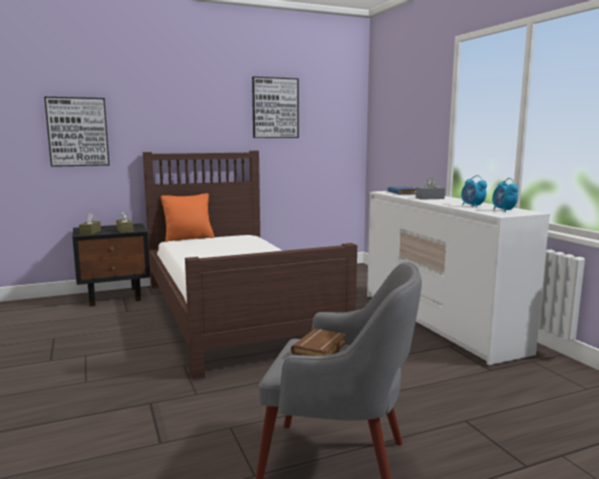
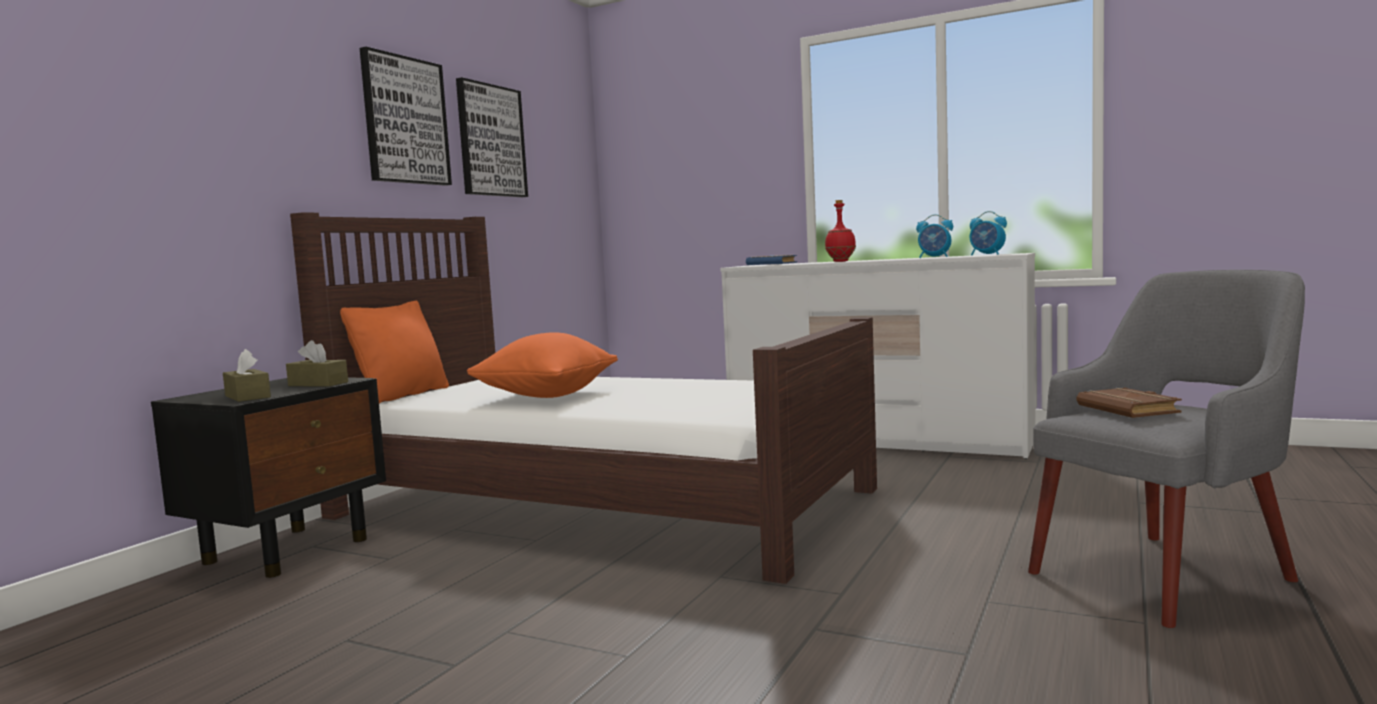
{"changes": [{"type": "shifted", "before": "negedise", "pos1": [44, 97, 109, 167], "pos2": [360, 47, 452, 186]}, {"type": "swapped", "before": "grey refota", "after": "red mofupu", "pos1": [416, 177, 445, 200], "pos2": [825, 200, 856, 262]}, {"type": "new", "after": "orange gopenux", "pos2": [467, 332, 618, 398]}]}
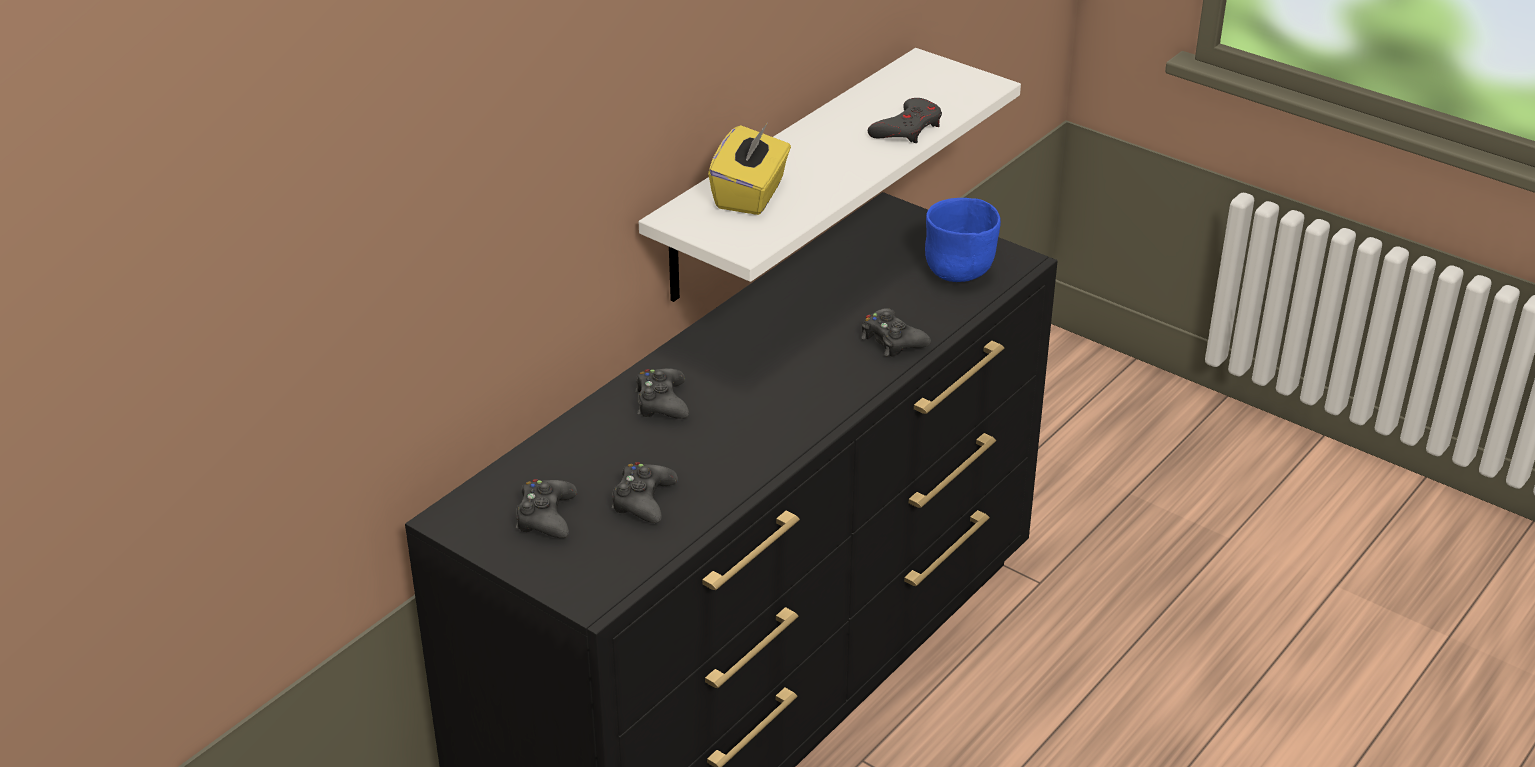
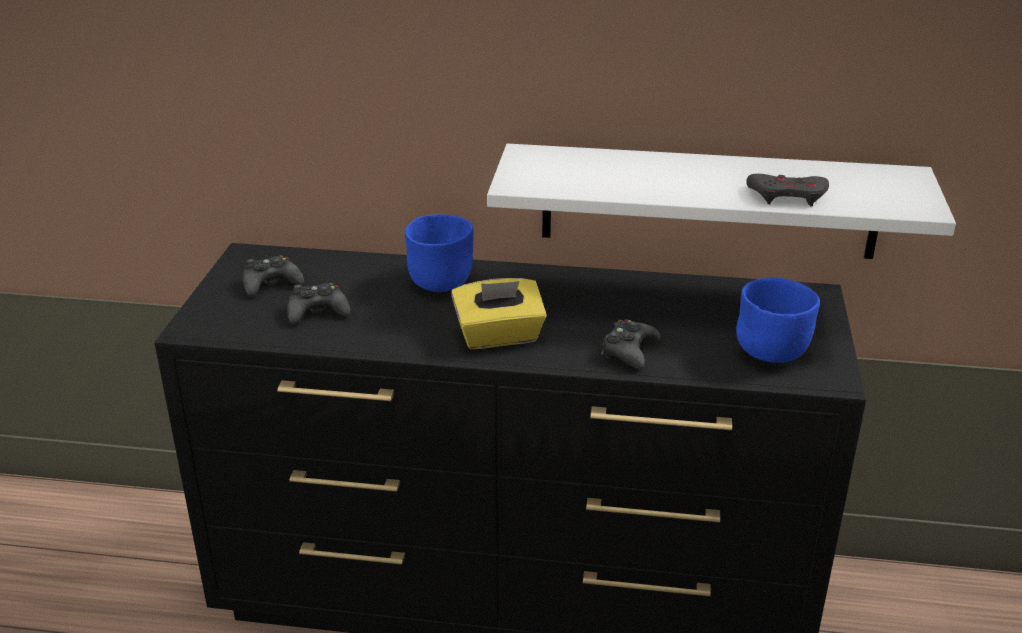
{"changes": [{"type": "shifted", "before": "yellow refota", "pos1": [708, 124, 791, 215], "pos2": [451, 278, 547, 349]}, {"type": "swapped", "before": "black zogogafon", "after": "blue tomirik", "pos1": [635, 368, 689, 419], "pos2": [405, 214, 474, 292]}]}
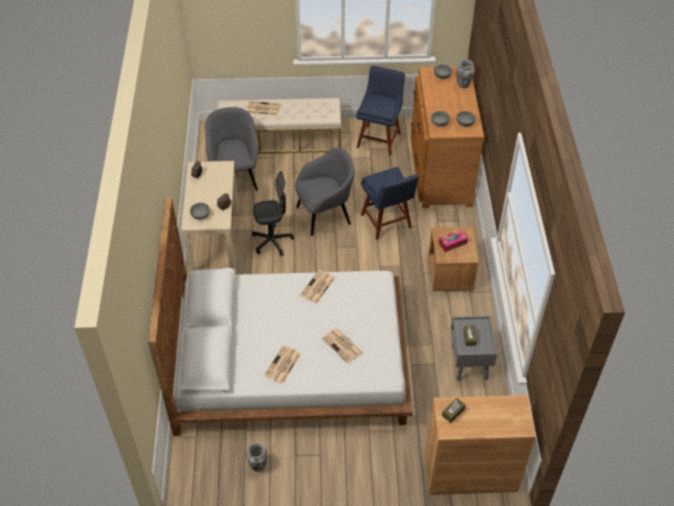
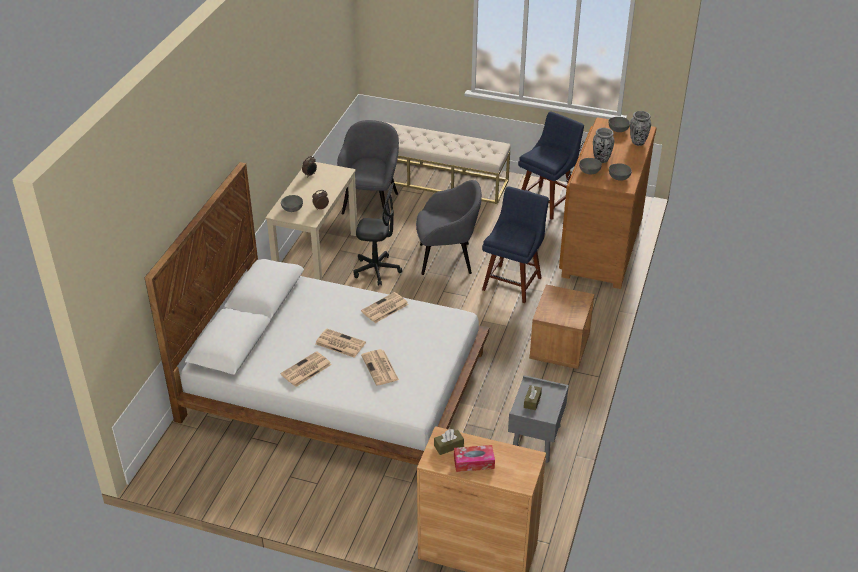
{"changes": [{"type": "shifted", "before": "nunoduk", "pos1": [247, 101, 280, 115], "pos2": [315, 329, 366, 358]}, {"type": "rotated", "before": "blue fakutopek", "pos1": [361, 167, 419, 239], "pos2": [482, 187, 549, 303], "turn": -150}, {"type": "shifted", "before": "refota", "pos1": [439, 229, 468, 252], "pos2": [454, 445, 495, 472]}, {"type": "shifted", "before": "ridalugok", "pos1": [246, 443, 268, 471], "pos2": [593, 128, 614, 163]}]}
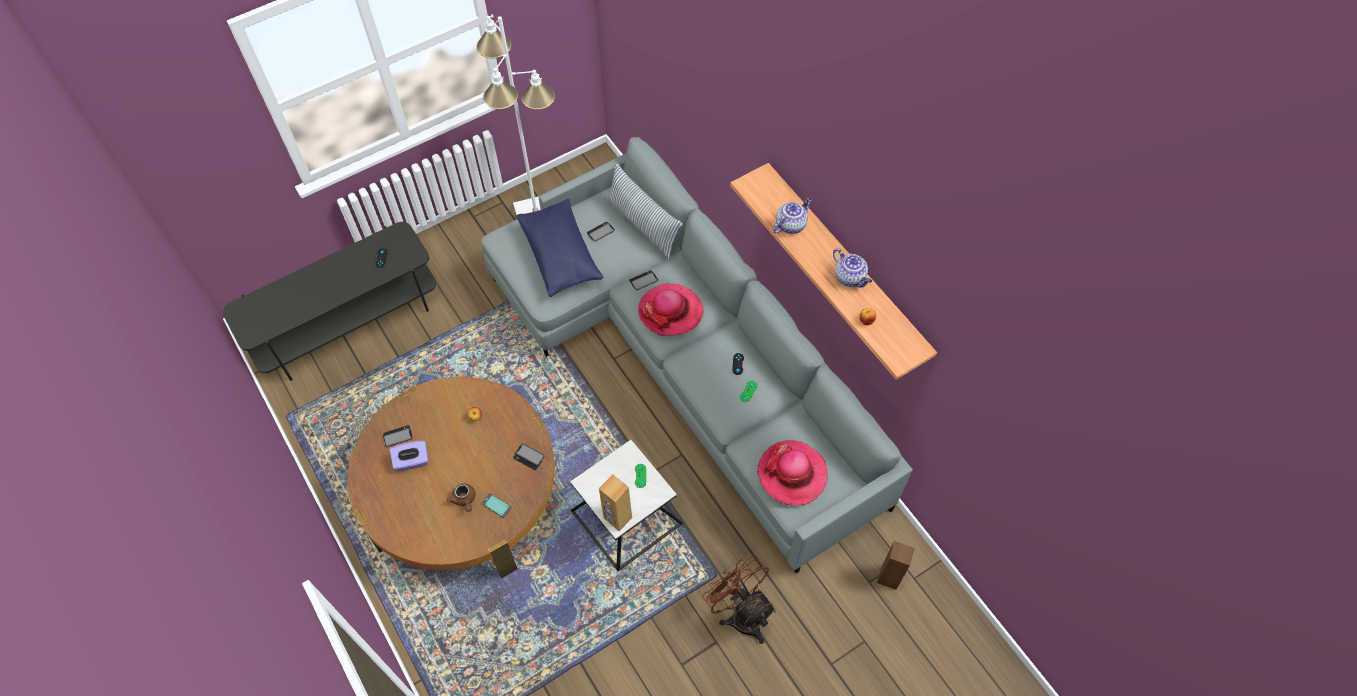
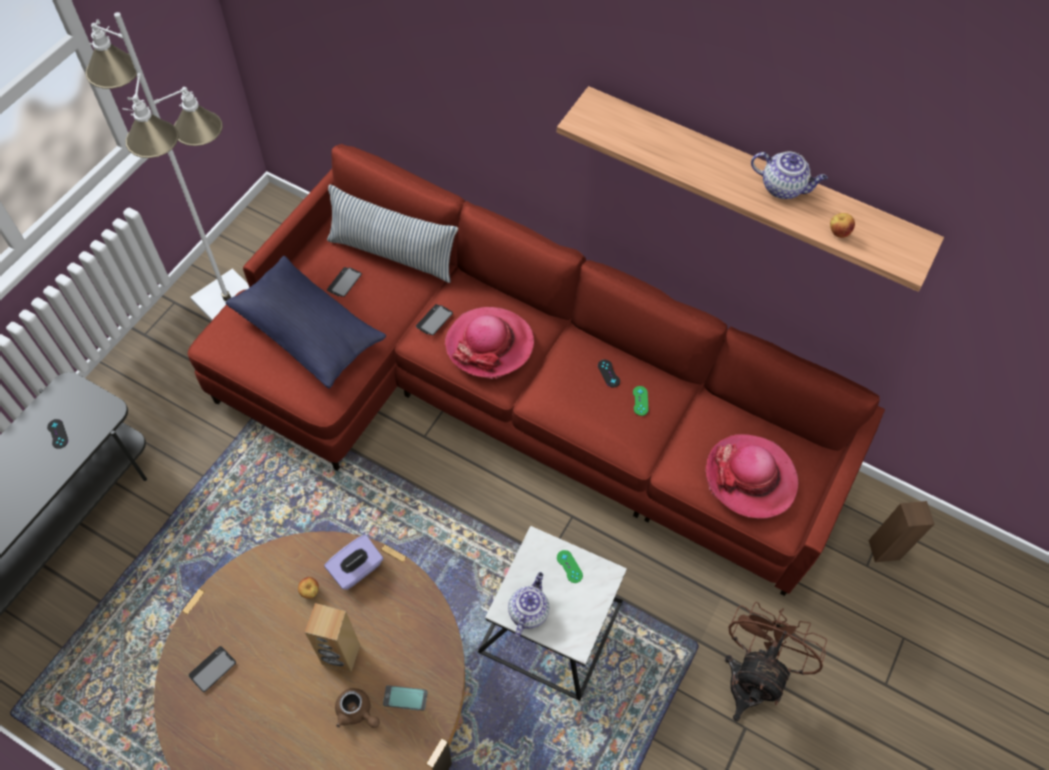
{"changes": [{"type": "repainted", "before": "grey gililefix", "after": "red gililefix", "pos1": [481, 137, 913, 574], "pos2": [188, 144, 885, 596]}, {"type": "shifted", "before": "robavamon", "pos1": [773, 197, 812, 234], "pos2": [508, 572, 549, 638]}, {"type": "shifted", "before": "purple refota", "pos1": [390, 441, 428, 471], "pos2": [324, 534, 383, 590]}, {"type": "gone", "before": "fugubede", "pos1": [513, 444, 544, 470]}, {"type": "shifted", "before": "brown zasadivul", "pos1": [599, 474, 632, 531], "pos2": [305, 603, 360, 672]}, {"type": "rotated", "before": "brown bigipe", "pos1": [703, 555, 776, 644], "pos2": [725, 602, 827, 721], "turn": 90}]}
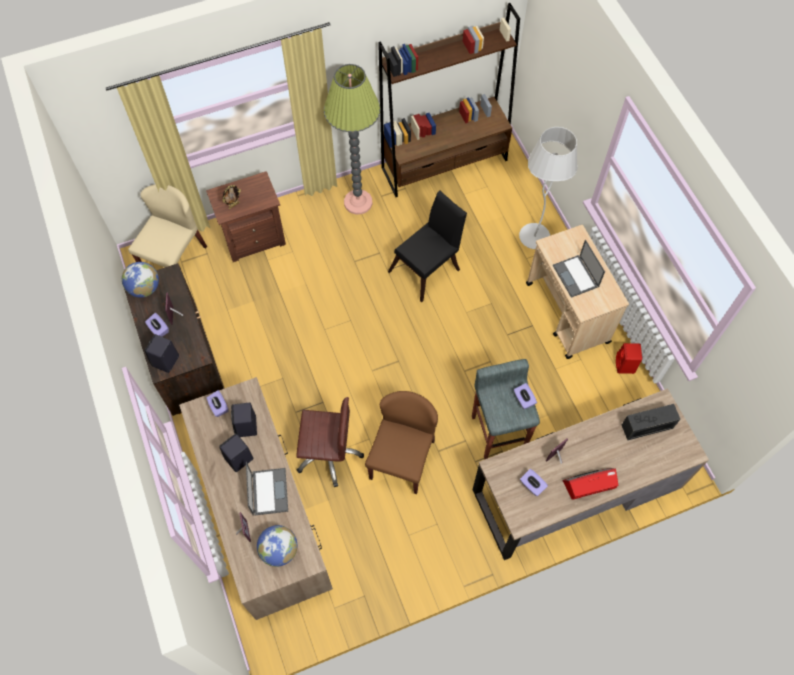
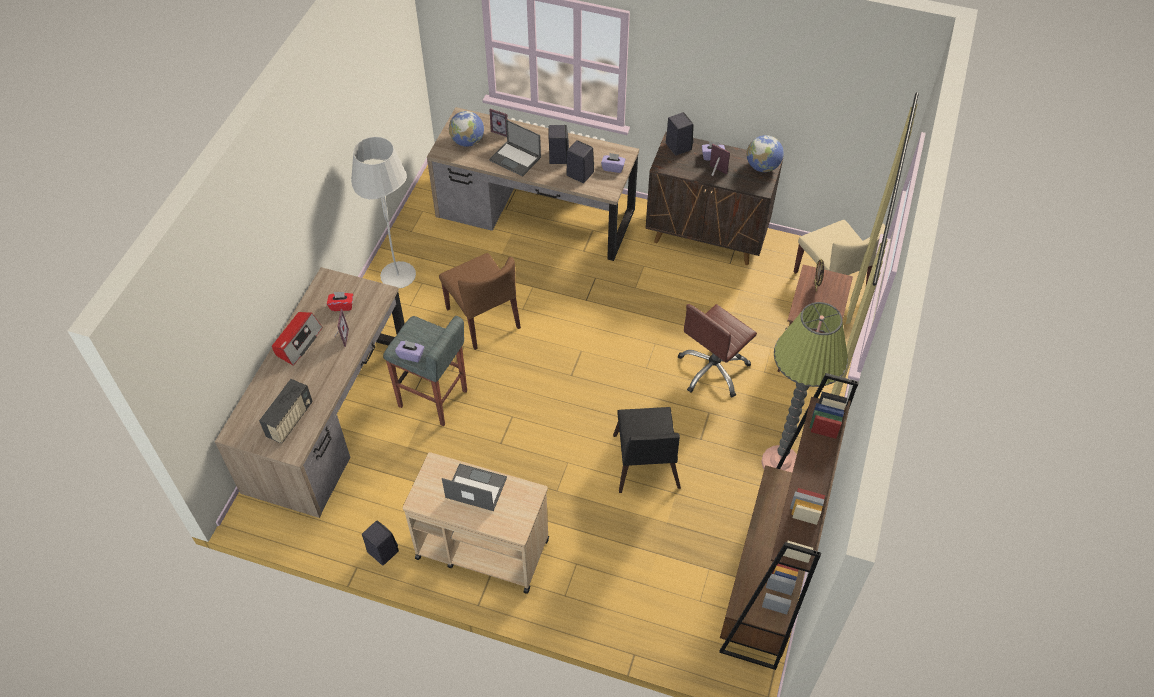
{"changes": [{"type": "shifted", "before": "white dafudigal", "pos1": [519, 127, 578, 249], "pos2": [351, 137, 416, 289]}, {"type": "repainted", "before": "red zasadivul", "after": "black zasadivul", "pos1": [616, 343, 642, 374], "pos2": [362, 521, 399, 565]}, {"type": "shifted", "before": "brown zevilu", "pos1": [296, 397, 364, 487], "pos2": [678, 304, 757, 397]}, {"type": "repainted", "before": "purple refota", "after": "red refota", "pos1": [520, 469, 548, 496], "pos2": [327, 292, 353, 311]}]}
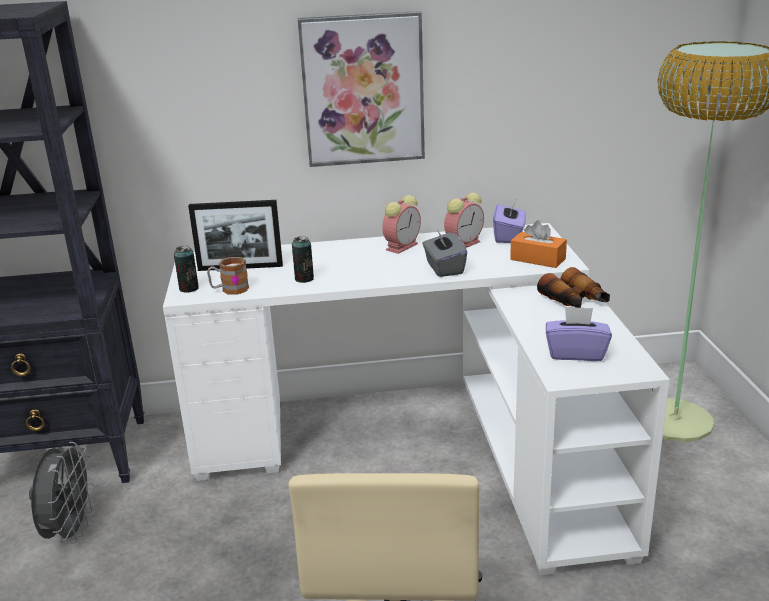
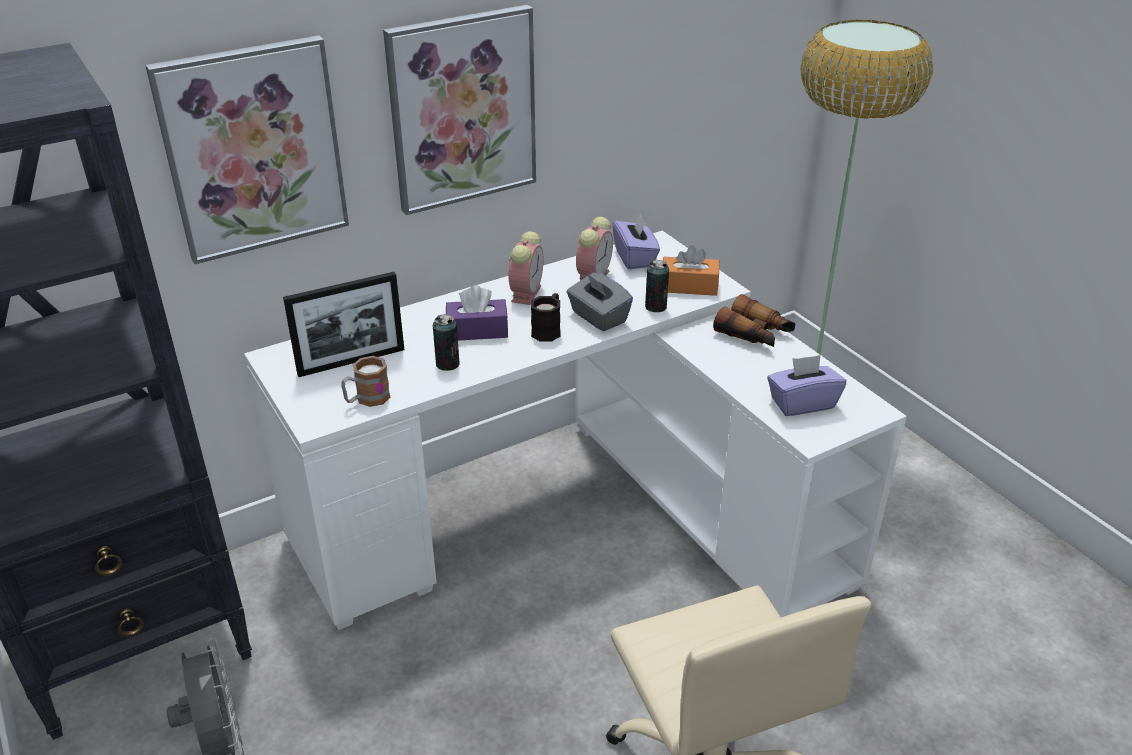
{"changes": [{"type": "shifted", "before": "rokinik", "pos1": [174, 246, 199, 293], "pos2": [645, 260, 669, 312]}, {"type": "new", "after": "negedise", "pos2": [145, 35, 349, 264]}, {"type": "new", "after": "purple refota", "pos2": [446, 285, 508, 341]}, {"type": "new", "after": "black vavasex", "pos2": [531, 293, 560, 341]}]}
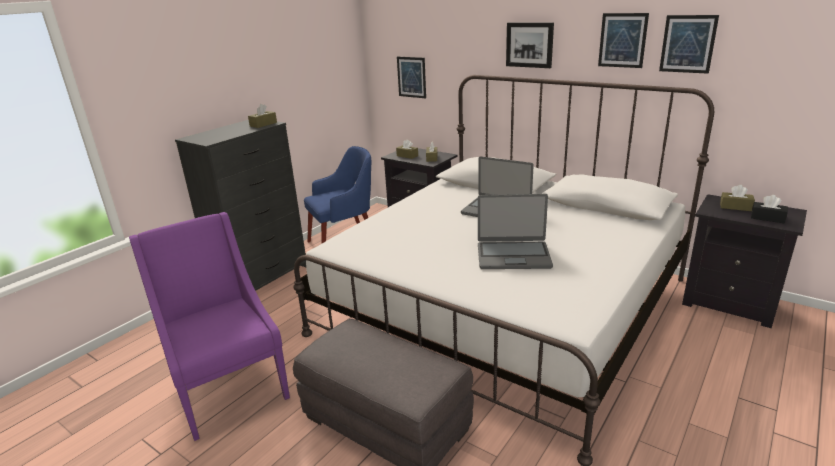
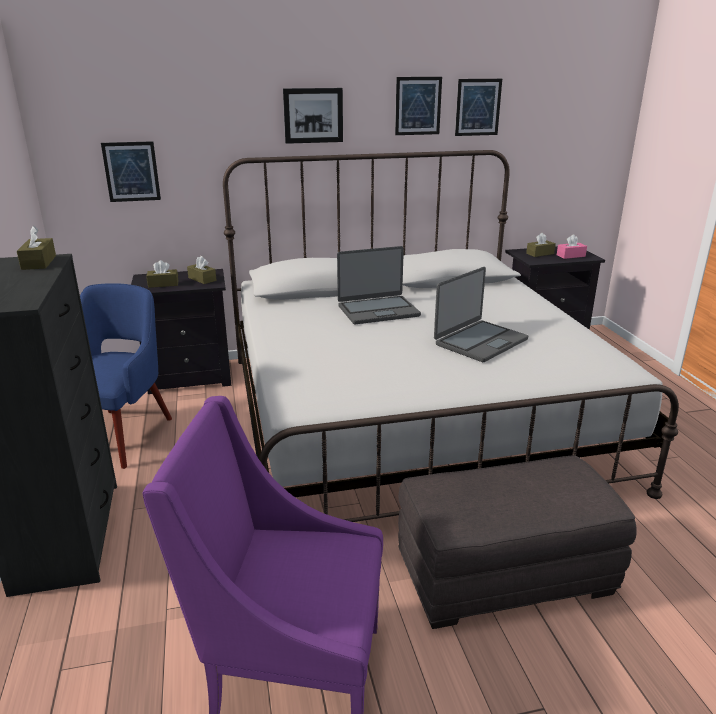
{"changes": [{"type": "repainted", "before": "black refota", "after": "pink refota", "pos1": [751, 195, 788, 223], "pos2": [557, 234, 587, 259]}]}
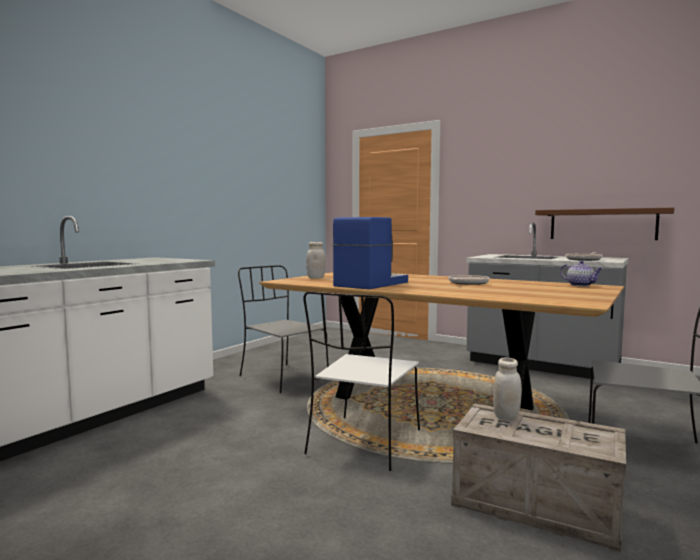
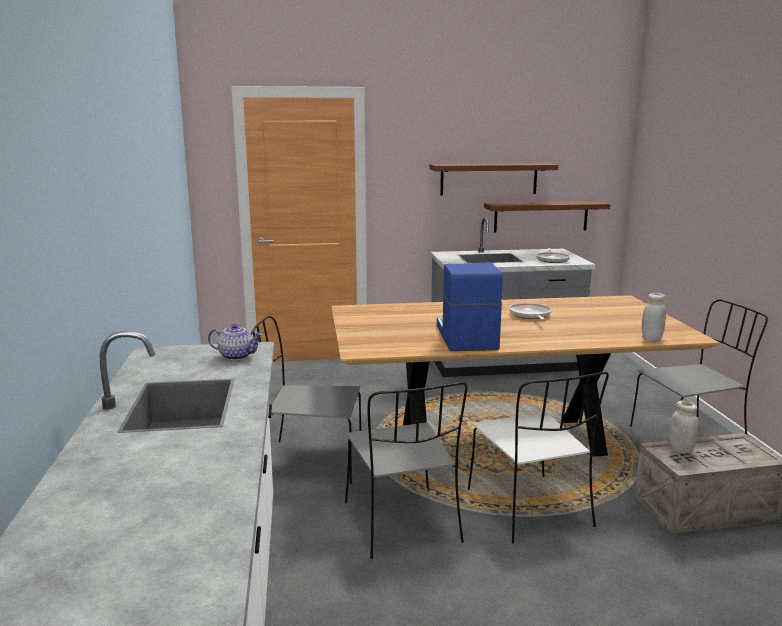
{"changes": [{"type": "shifted", "before": "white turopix", "pos1": [306, 242, 326, 279], "pos2": [642, 293, 666, 341]}, {"type": "shifted", "before": "robavamon", "pos1": [560, 261, 603, 287], "pos2": [208, 324, 263, 360]}, {"type": "new", "after": "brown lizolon", "pos2": [430, 163, 558, 195]}, {"type": "new", "after": "grey fakutopek", "pos2": [345, 382, 468, 559]}]}
